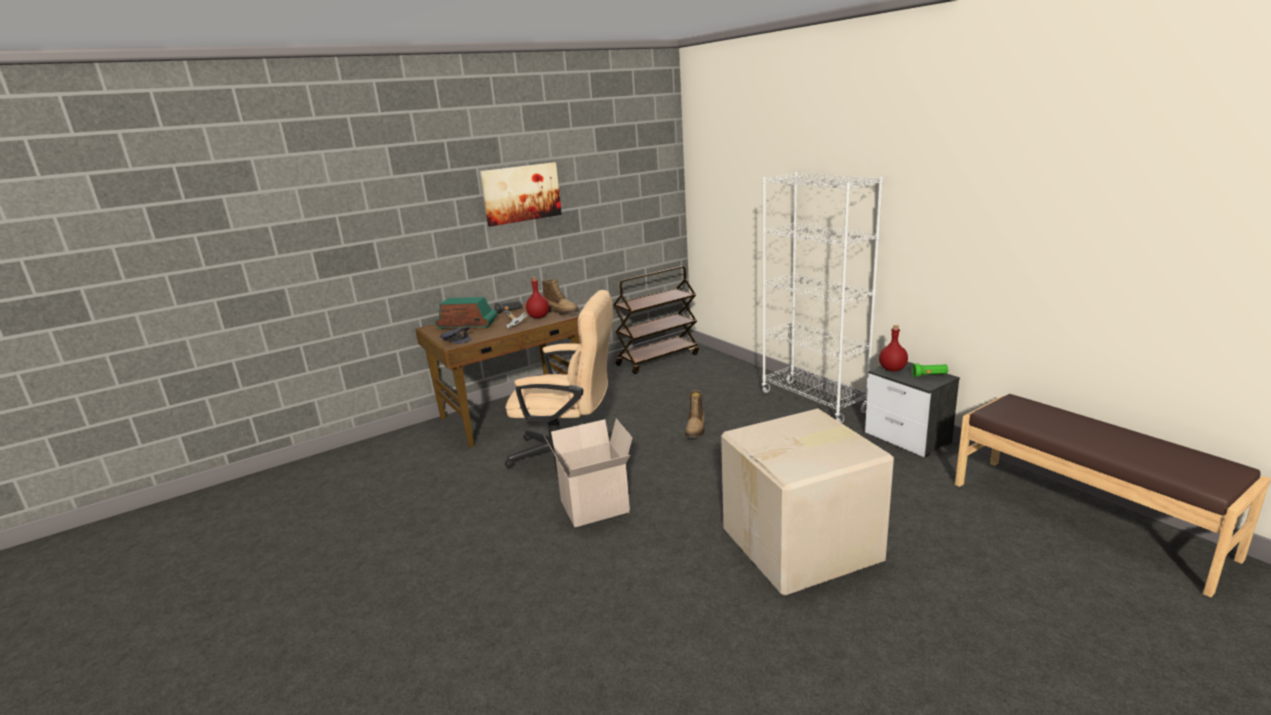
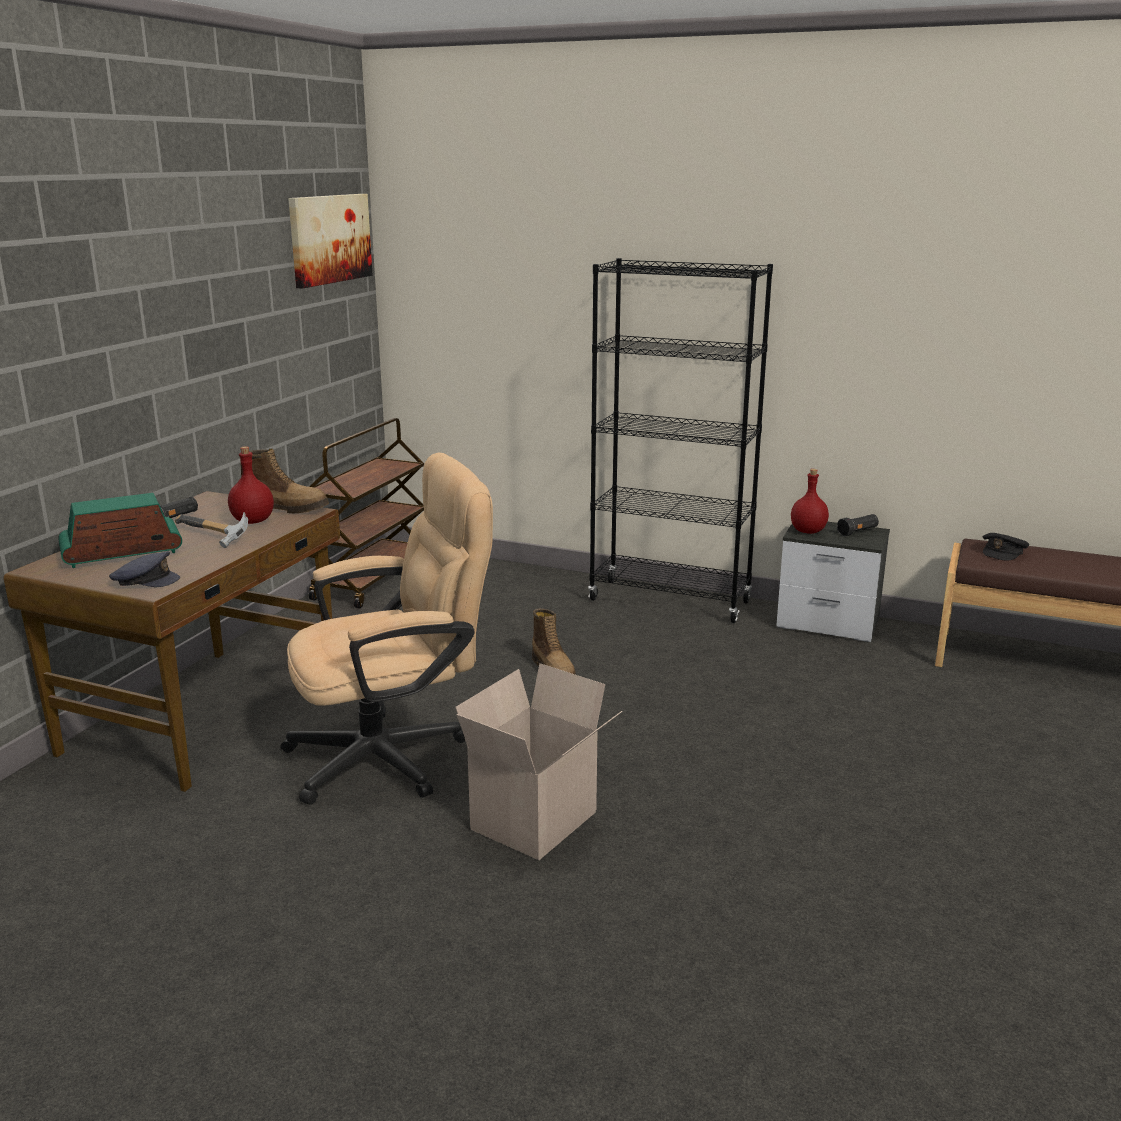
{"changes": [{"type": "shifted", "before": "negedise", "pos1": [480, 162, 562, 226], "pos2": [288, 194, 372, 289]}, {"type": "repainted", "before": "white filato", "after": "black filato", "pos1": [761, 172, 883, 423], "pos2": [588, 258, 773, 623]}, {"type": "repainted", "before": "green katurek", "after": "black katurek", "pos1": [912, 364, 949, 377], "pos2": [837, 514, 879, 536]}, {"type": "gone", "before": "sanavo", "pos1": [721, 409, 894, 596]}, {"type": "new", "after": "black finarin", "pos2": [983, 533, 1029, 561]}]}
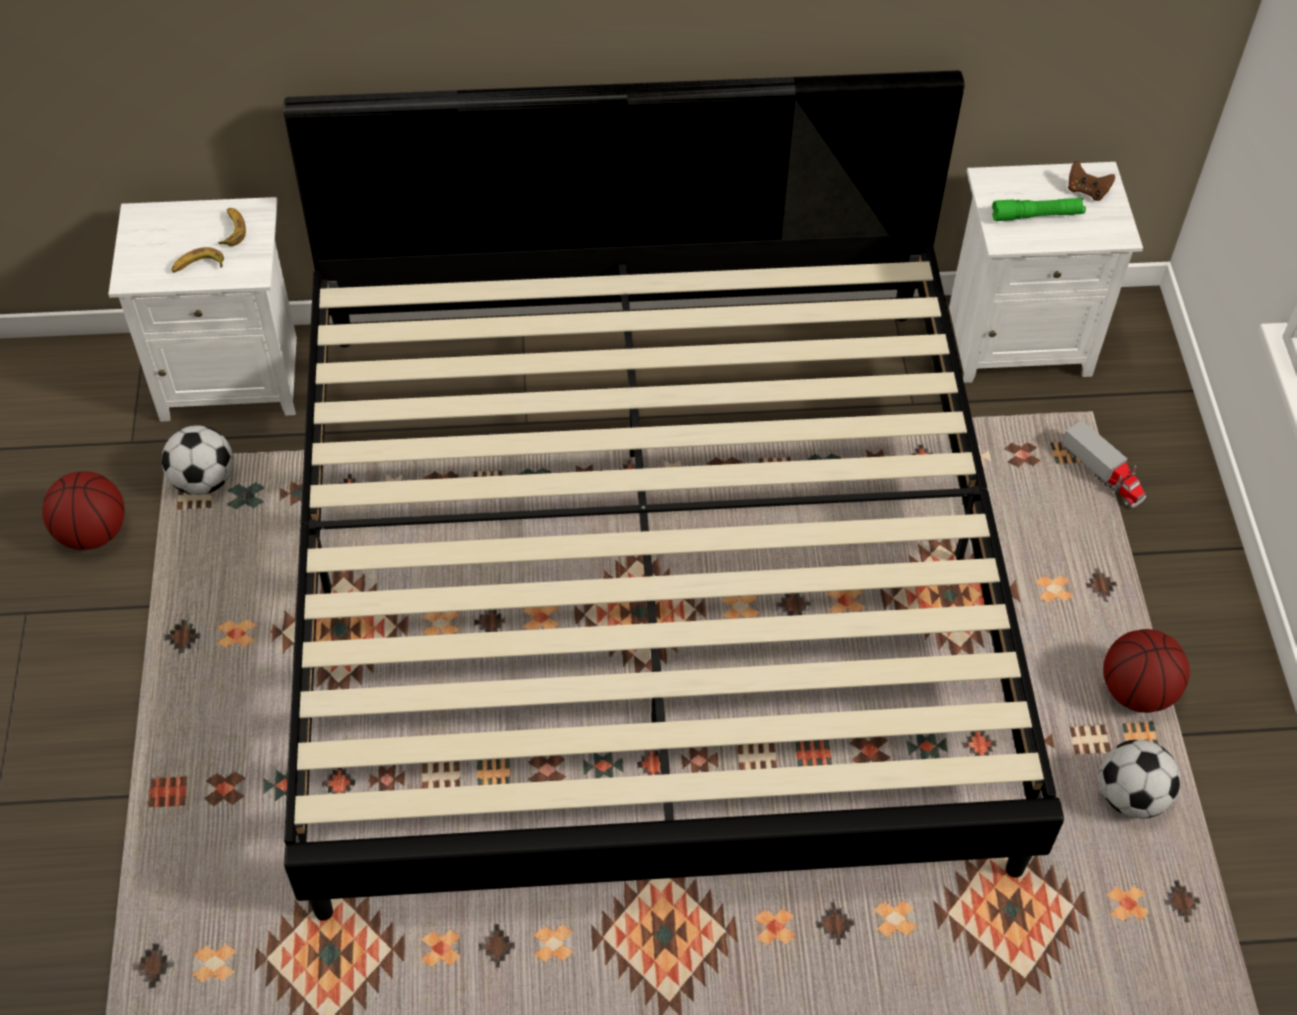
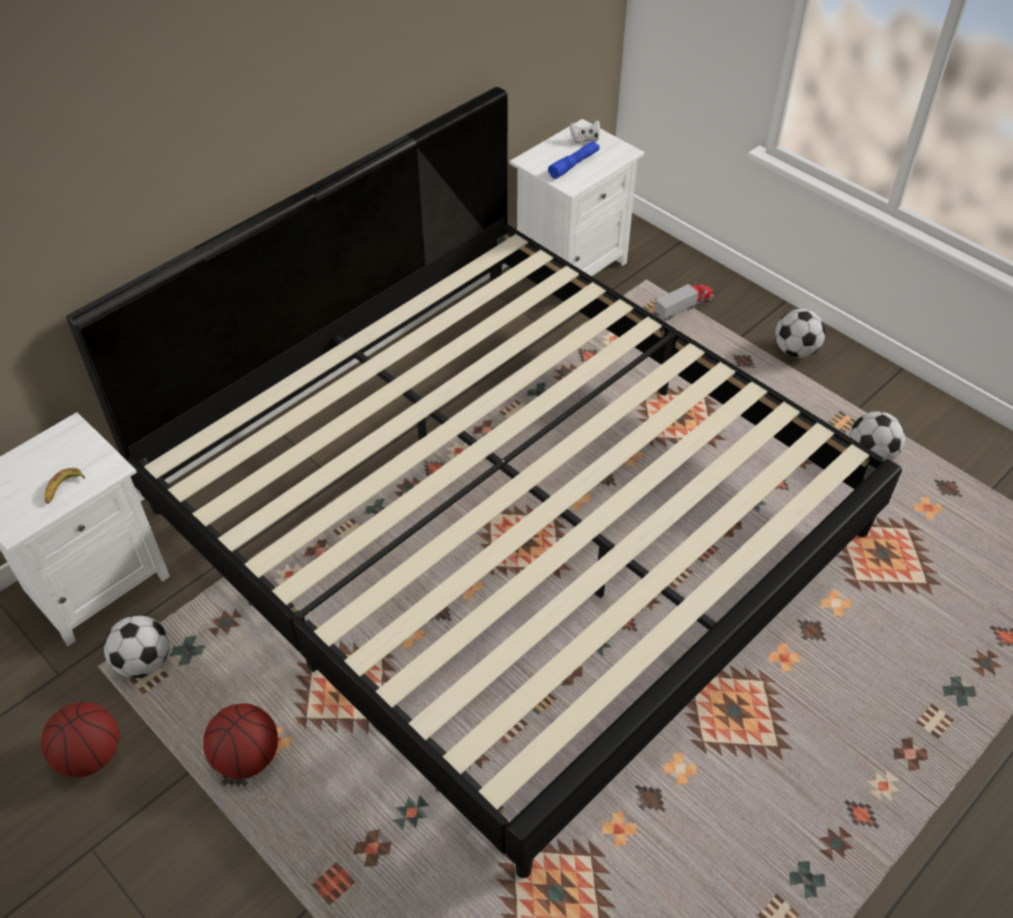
{"changes": [{"type": "repainted", "before": "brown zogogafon", "after": "white zogogafon", "pos1": [1068, 161, 1115, 201], "pos2": [570, 120, 600, 144]}, {"type": "repainted", "before": "green katurek", "after": "blue katurek", "pos1": [992, 198, 1086, 221], "pos2": [548, 141, 600, 179]}, {"type": "gone", "before": "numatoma", "pos1": [218, 208, 246, 246]}, {"type": "rotated", "before": "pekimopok", "pos1": [1062, 420, 1146, 508], "pos2": [654, 281, 714, 322], "turn": -45}, {"type": "shifted", "before": "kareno", "pos1": [1103, 629, 1190, 713], "pos2": [203, 703, 278, 779]}, {"type": "new", "after": "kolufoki", "pos2": [775, 309, 826, 358]}]}
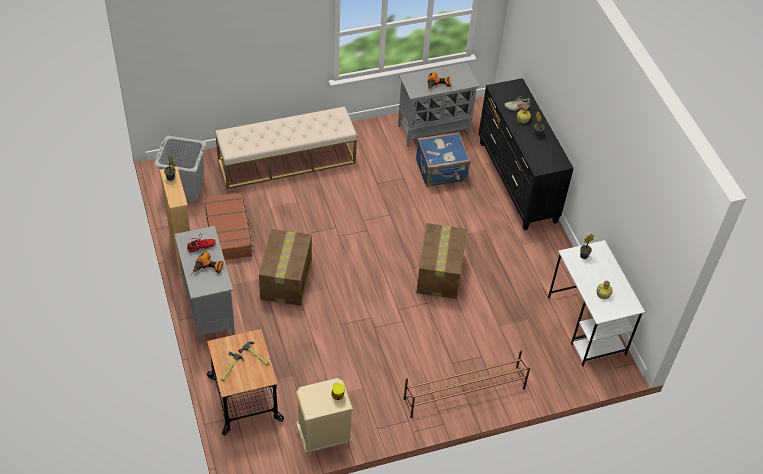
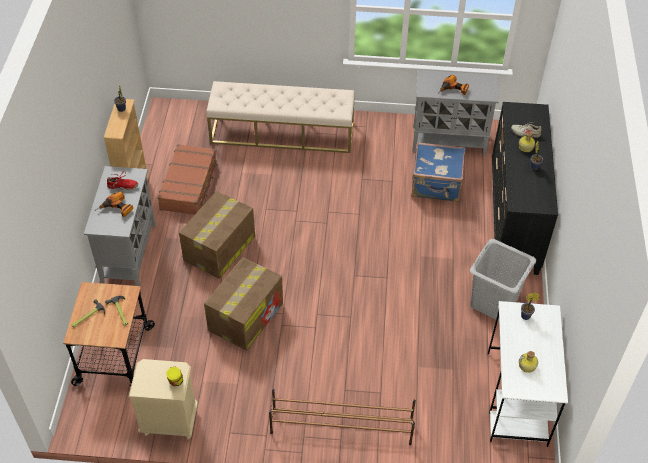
{"changes": [{"type": "shifted", "before": "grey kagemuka", "pos1": [154, 136, 206, 202], "pos2": [470, 239, 536, 321]}, {"type": "shifted", "before": "sanavo", "pos1": [416, 223, 467, 299], "pos2": [204, 257, 283, 351]}]}
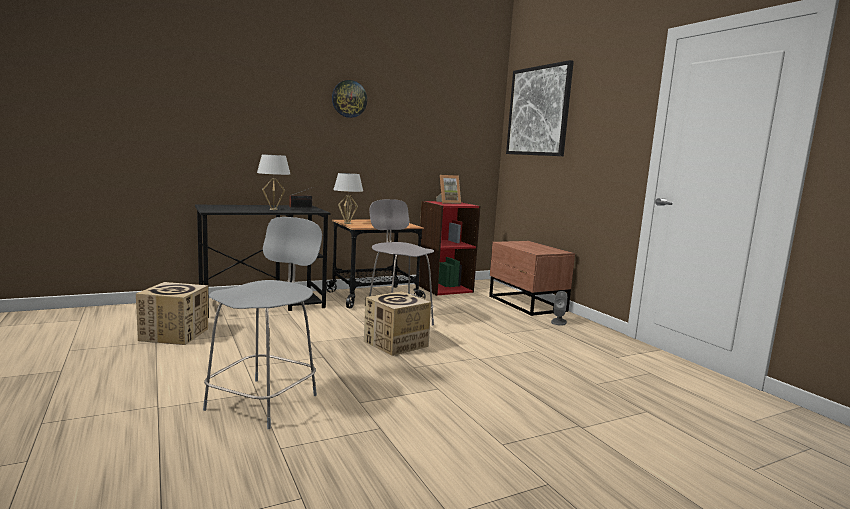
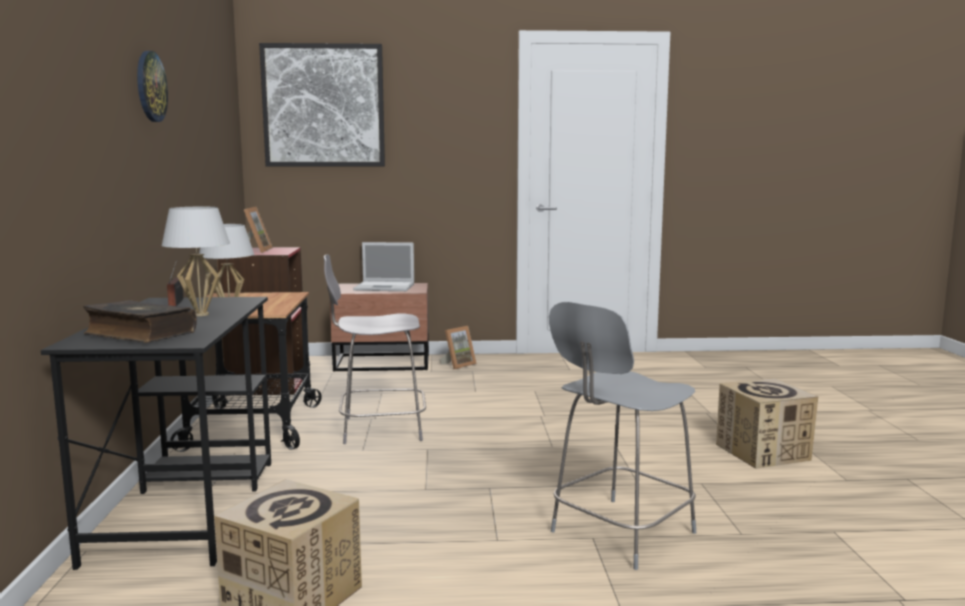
{"changes": [{"type": "rotated", "before": "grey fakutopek", "pos1": [203, 217, 322, 429], "pos2": [549, 302, 696, 570], "turn": -90}, {"type": "shifted", "before": "sanavo", "pos1": [364, 291, 431, 356], "pos2": [716, 378, 818, 469]}, {"type": "swapped", "before": "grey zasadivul", "after": "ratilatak", "pos1": [551, 291, 567, 326], "pos2": [440, 326, 477, 369]}, {"type": "new", "after": "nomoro", "pos2": [353, 242, 414, 291]}, {"type": "new", "after": "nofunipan", "pos2": [83, 300, 197, 343]}]}
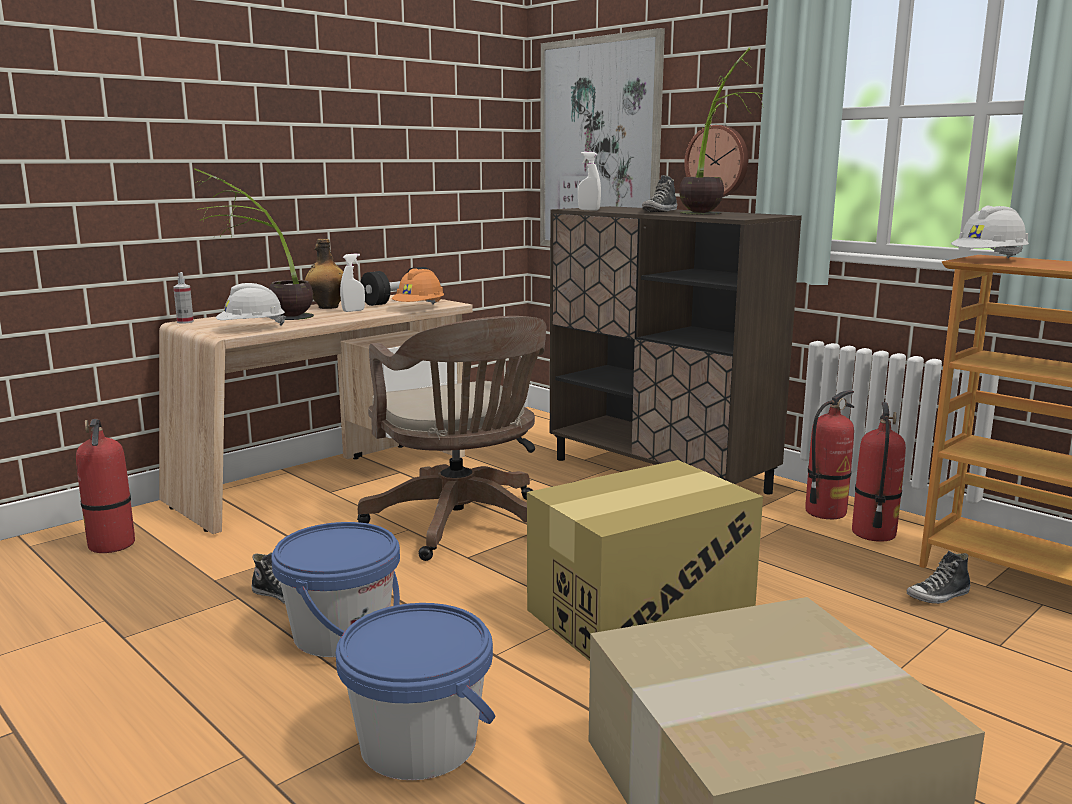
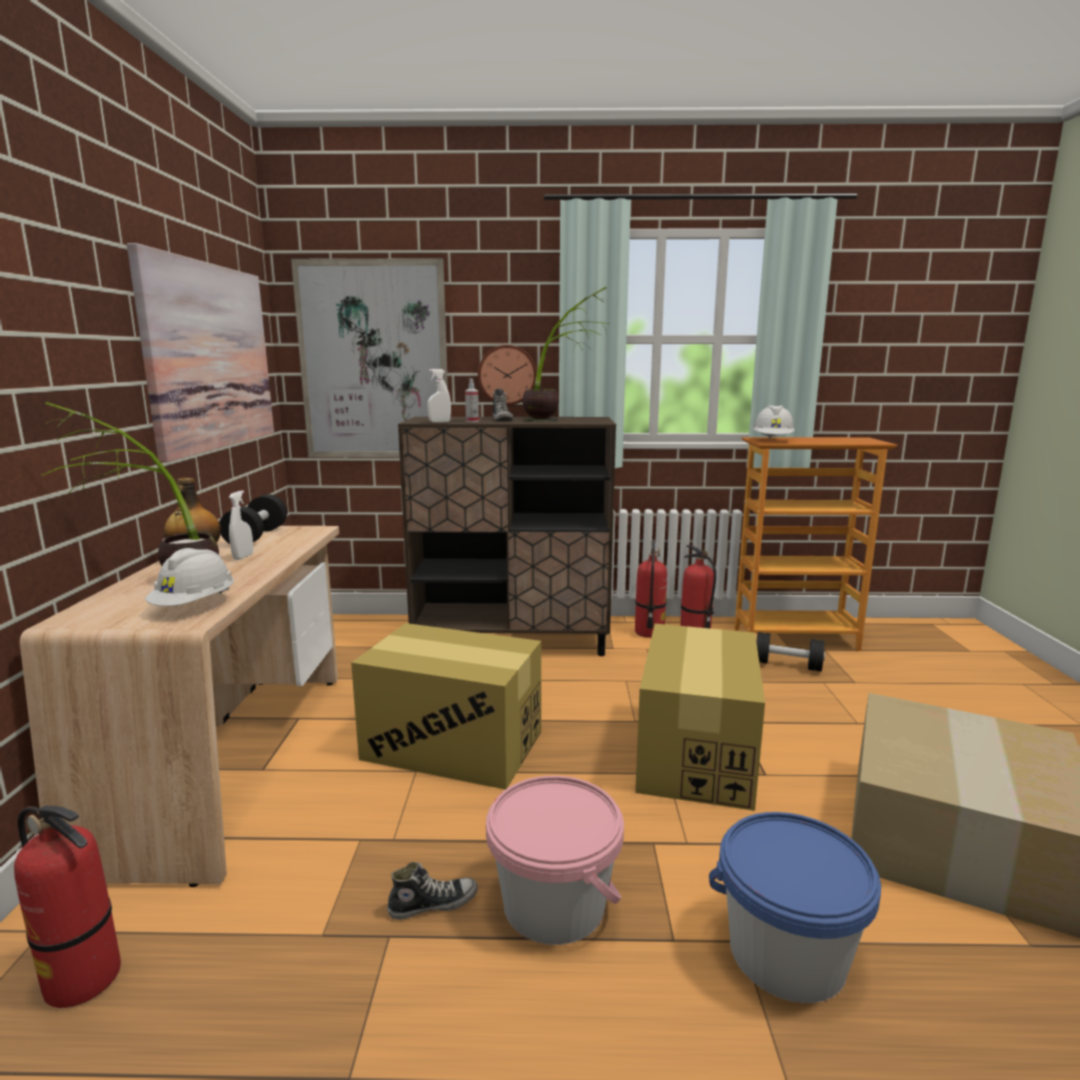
{"changes": [{"type": "gone", "before": "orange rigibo", "pos1": [392, 269, 444, 305]}, {"type": "shifted", "before": "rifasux", "pos1": [173, 272, 194, 324], "pos2": [465, 379, 479, 422]}, {"type": "swapped", "before": "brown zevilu", "after": "sanavo", "pos1": [357, 316, 546, 561], "pos2": [351, 623, 541, 790]}, {"type": "repainted", "before": "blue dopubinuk", "after": "pink dopubinuk", "pos1": [271, 522, 400, 657], "pos2": [486, 776, 624, 945]}, {"type": "swapped", "before": "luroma", "after": "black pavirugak", "pos1": [907, 551, 970, 604], "pos2": [756, 632, 825, 671]}, {"type": "new", "after": "negedise", "pos2": [127, 243, 274, 462]}]}
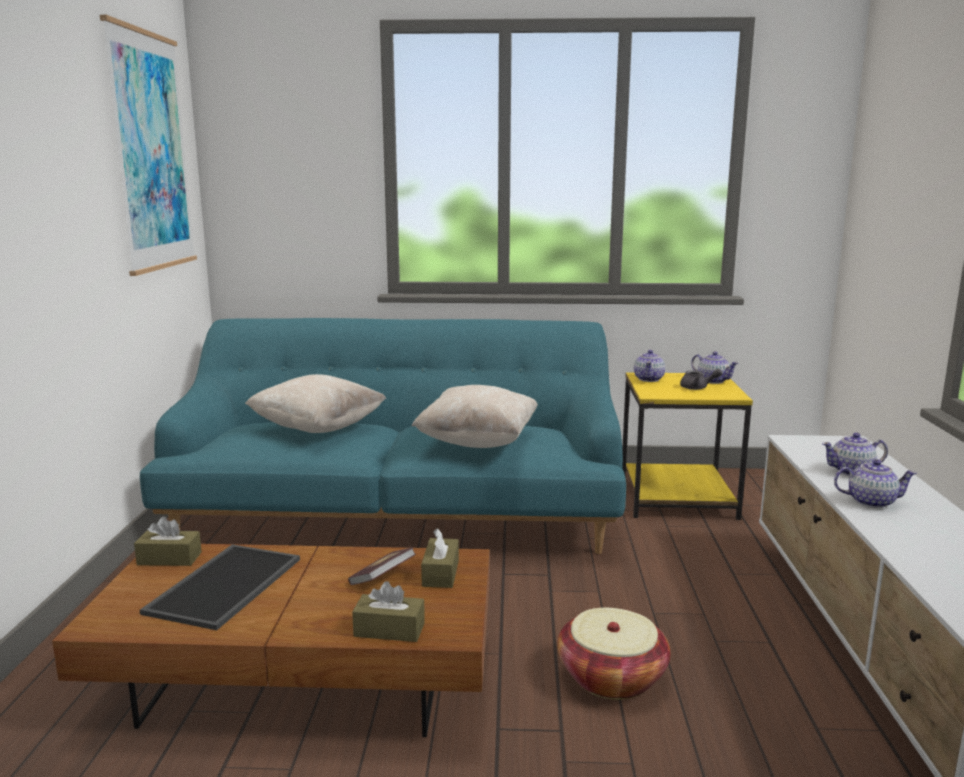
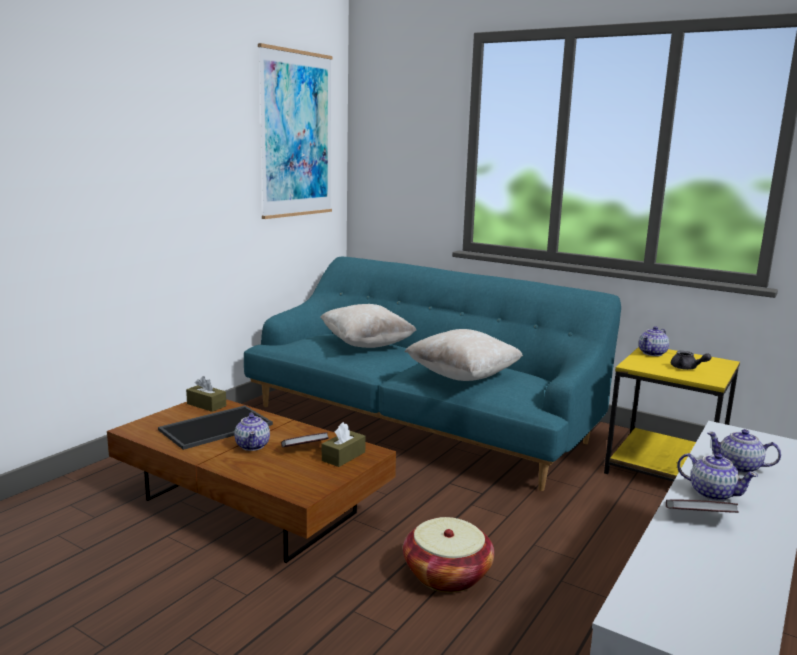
{"changes": [{"type": "shifted", "before": "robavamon", "pos1": [691, 351, 739, 384], "pos2": [234, 413, 270, 451]}, {"type": "gone", "before": "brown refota", "pos1": [352, 581, 425, 642]}, {"type": "new", "after": "nofunipan", "pos2": [666, 499, 739, 513]}]}
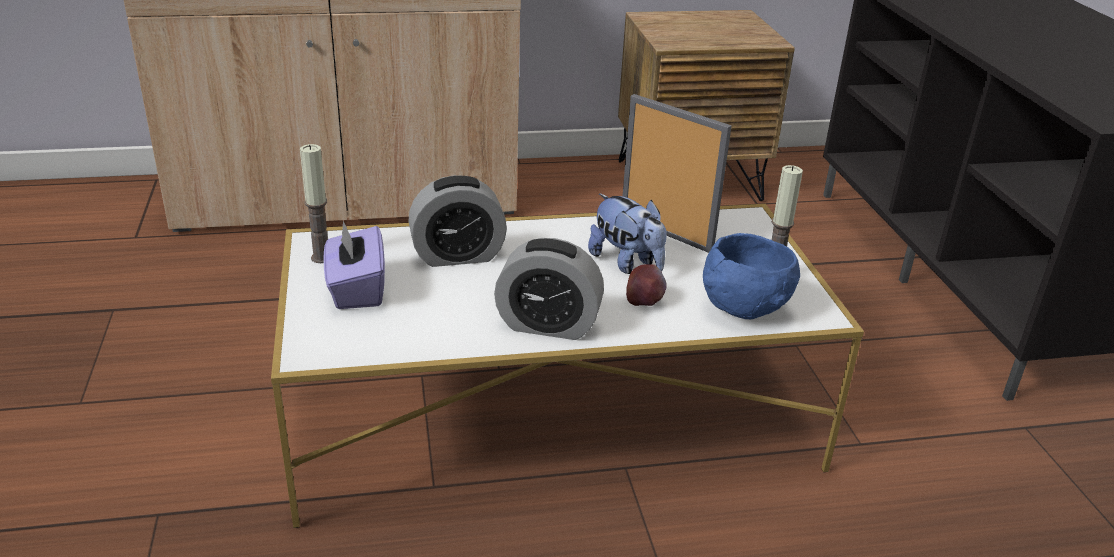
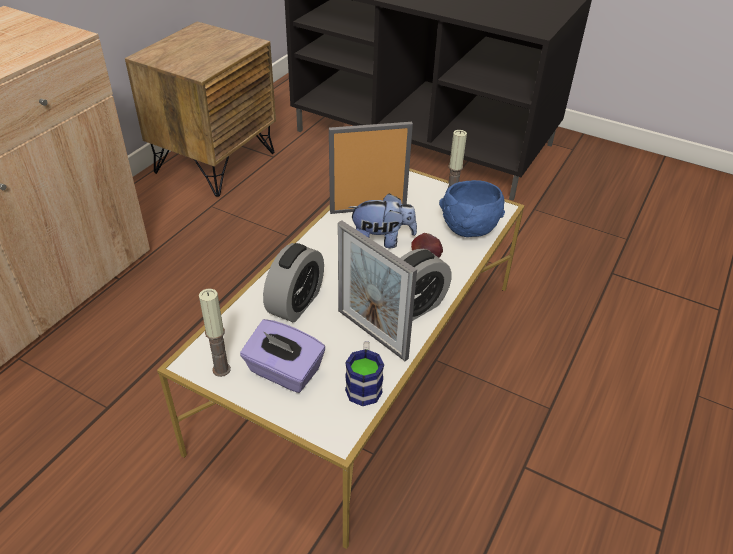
{"changes": [{"type": "new", "after": "ratilatak", "pos2": [338, 220, 417, 361]}, {"type": "new", "after": "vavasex", "pos2": [345, 341, 384, 406]}]}
